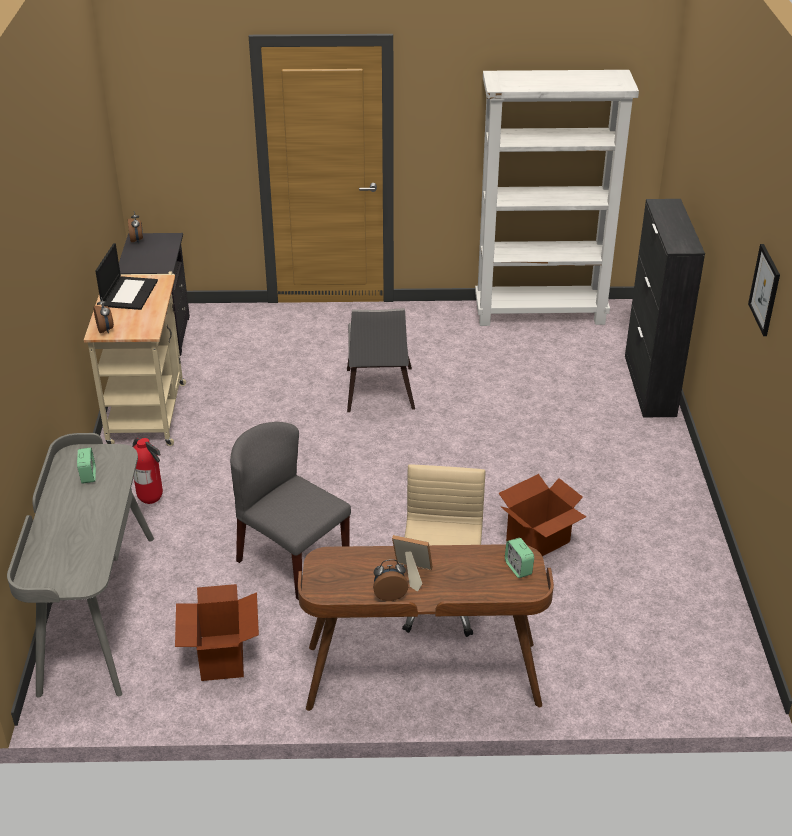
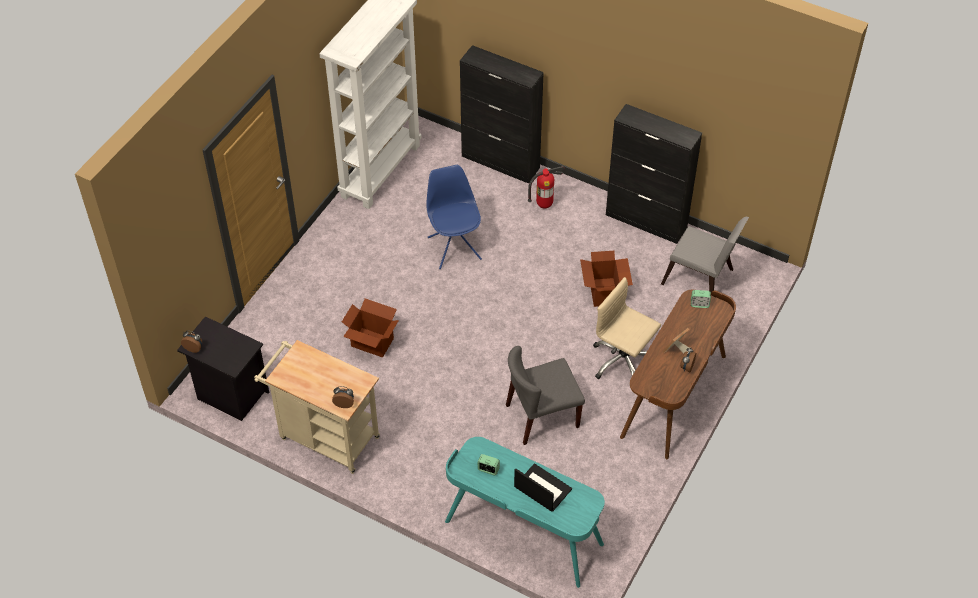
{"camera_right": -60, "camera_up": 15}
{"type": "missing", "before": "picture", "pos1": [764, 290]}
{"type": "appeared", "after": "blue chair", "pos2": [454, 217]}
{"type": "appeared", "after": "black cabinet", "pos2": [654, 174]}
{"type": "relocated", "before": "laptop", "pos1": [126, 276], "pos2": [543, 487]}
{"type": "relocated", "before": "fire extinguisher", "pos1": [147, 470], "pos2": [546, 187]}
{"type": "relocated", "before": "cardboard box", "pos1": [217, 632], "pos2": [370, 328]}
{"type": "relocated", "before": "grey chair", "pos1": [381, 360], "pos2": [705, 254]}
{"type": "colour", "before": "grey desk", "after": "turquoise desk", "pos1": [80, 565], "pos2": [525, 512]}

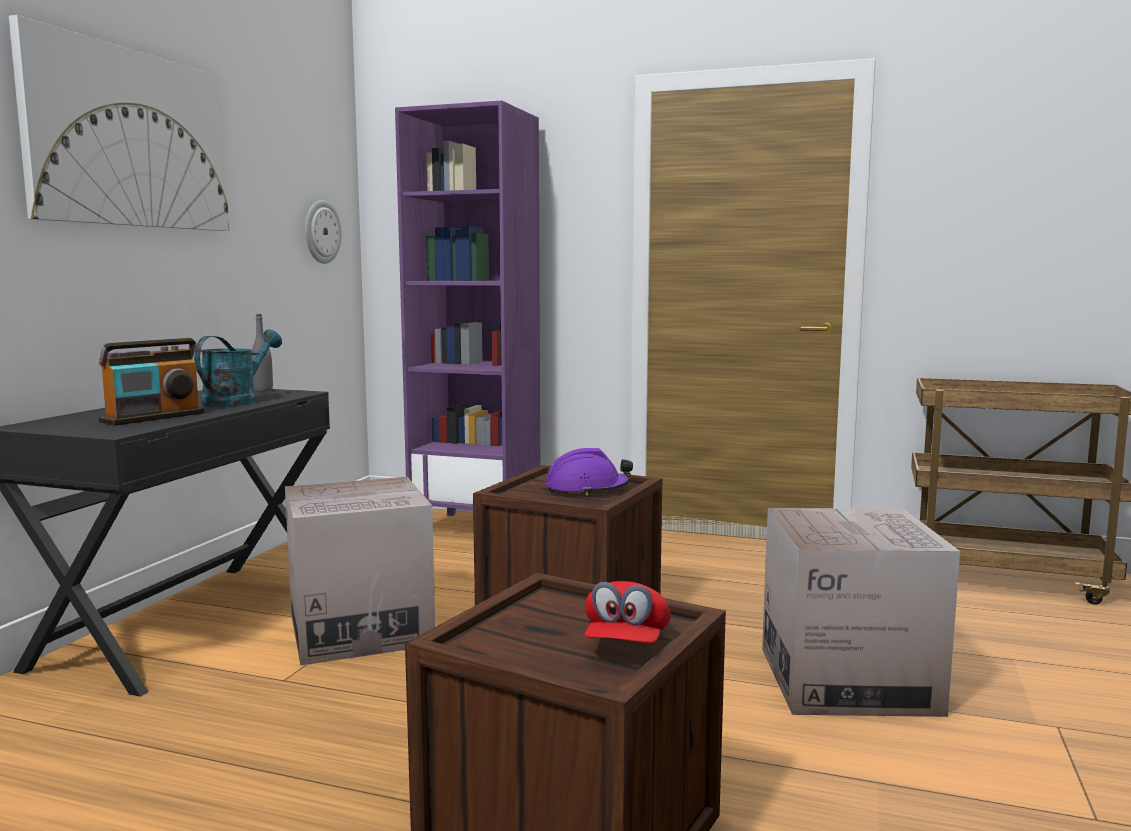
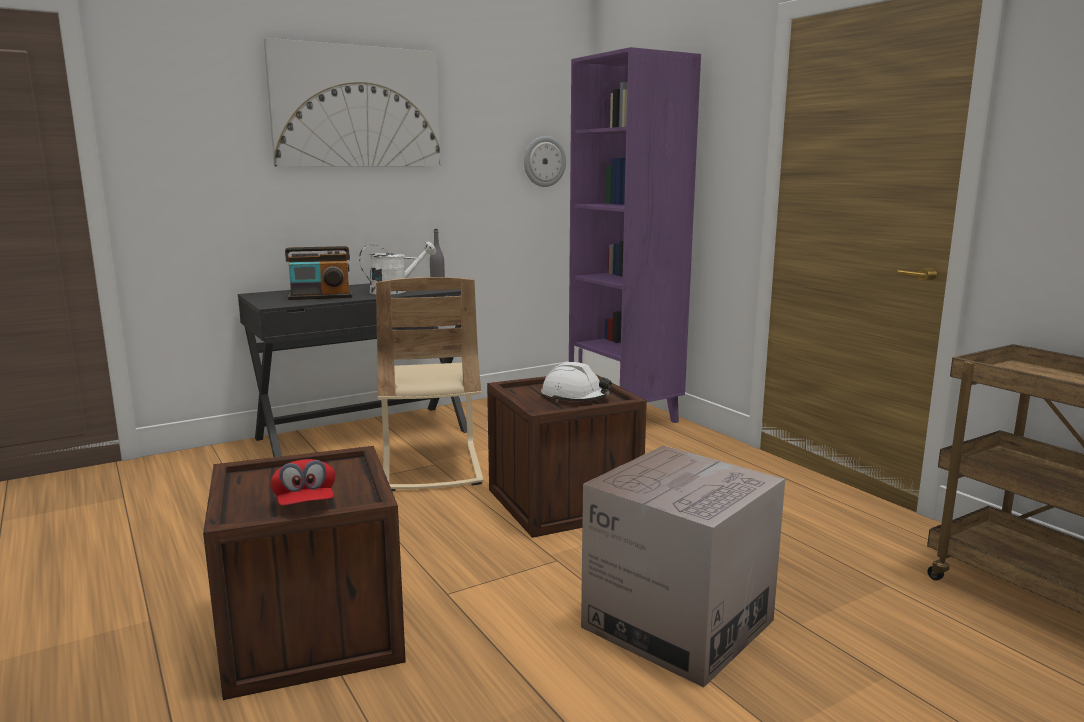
{"camera_right": 40, "camera_up": 5}
{"type": "exchanged", "before": "cardboard box", "after": "beige chair", "pos1": [360, 571], "pos2": [430, 384]}
{"type": "colour", "before": "turquoise watering can", "after": "white watering can", "pos1": [238, 368], "pos2": [397, 267]}
{"type": "colour", "before": "purple hard hat", "after": "white hard hat", "pos1": [589, 472], "pos2": [576, 382]}
{"type": "spun", "before": "red cap", "pos1": [628, 612], "pos2": [302, 482], "turn": -75}

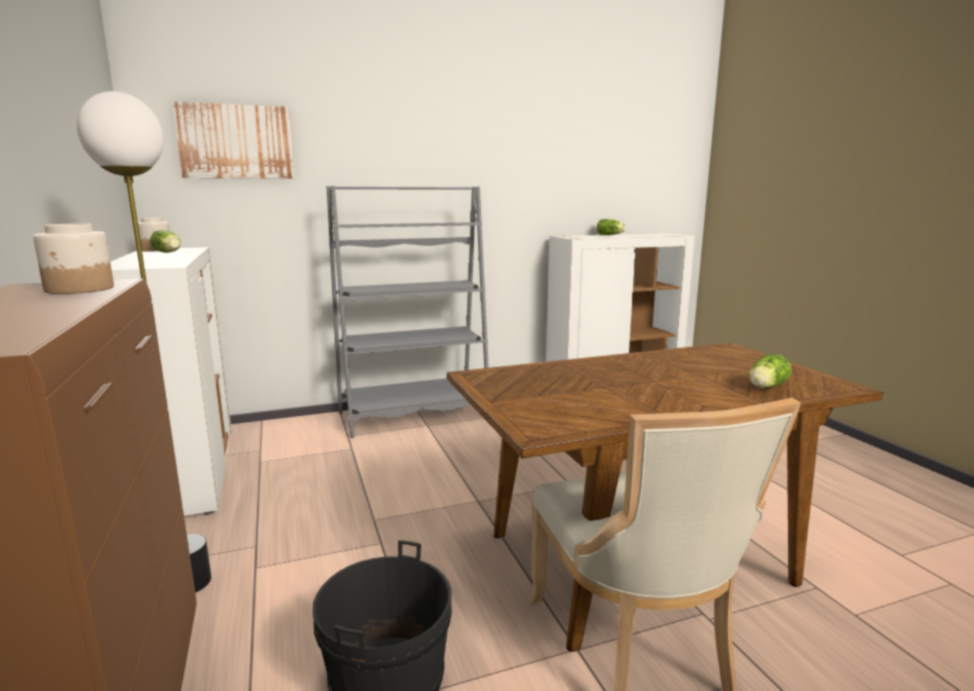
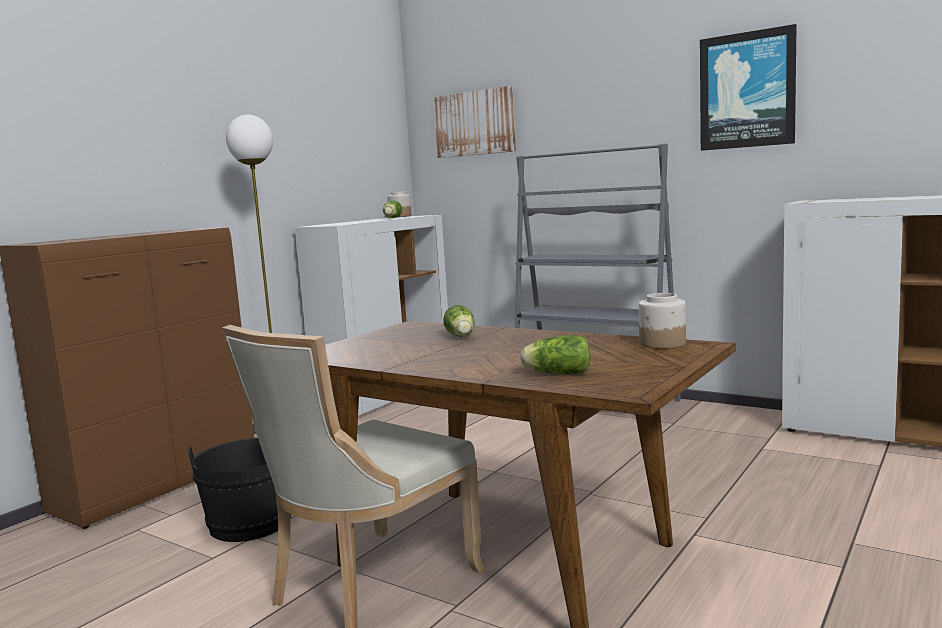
{"camera_right": 55, "camera_up": -5}
{"type": "appeared", "after": "picture", "pos2": [748, 87]}
{"type": "relocated", "before": "jar", "pos1": [73, 258], "pos2": [662, 321]}
{"type": "relocated", "before": "lettuce", "pos1": [611, 227], "pos2": [459, 321]}

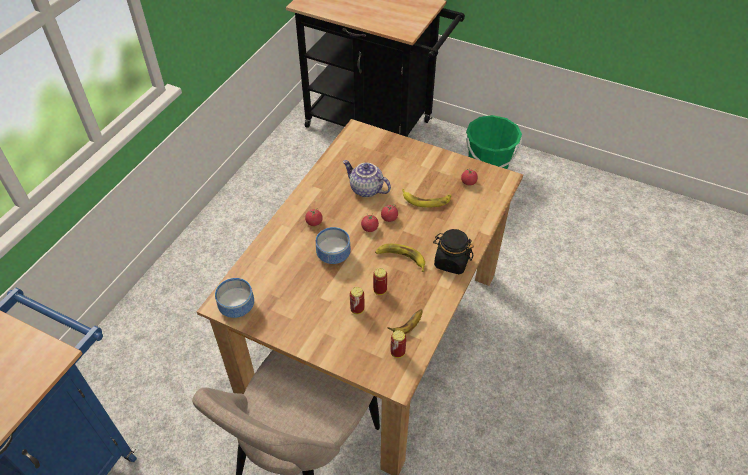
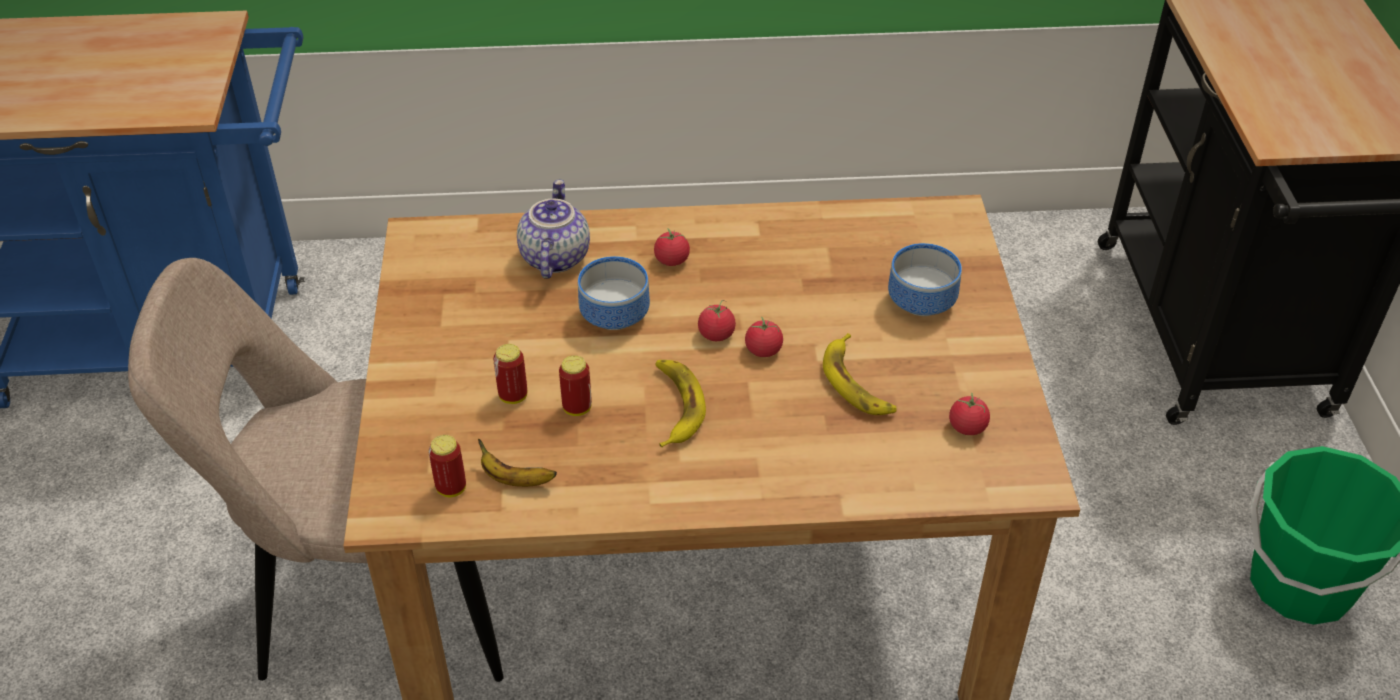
{"camera_right": 60, "camera_up": -5}
{"type": "missing", "before": "black jar", "pos1": [453, 251]}
{"type": "relocated", "before": "bowl", "pos1": [234, 298], "pos2": [925, 279]}
{"type": "relocated", "before": "teapot", "pos1": [367, 178], "pos2": [553, 229]}

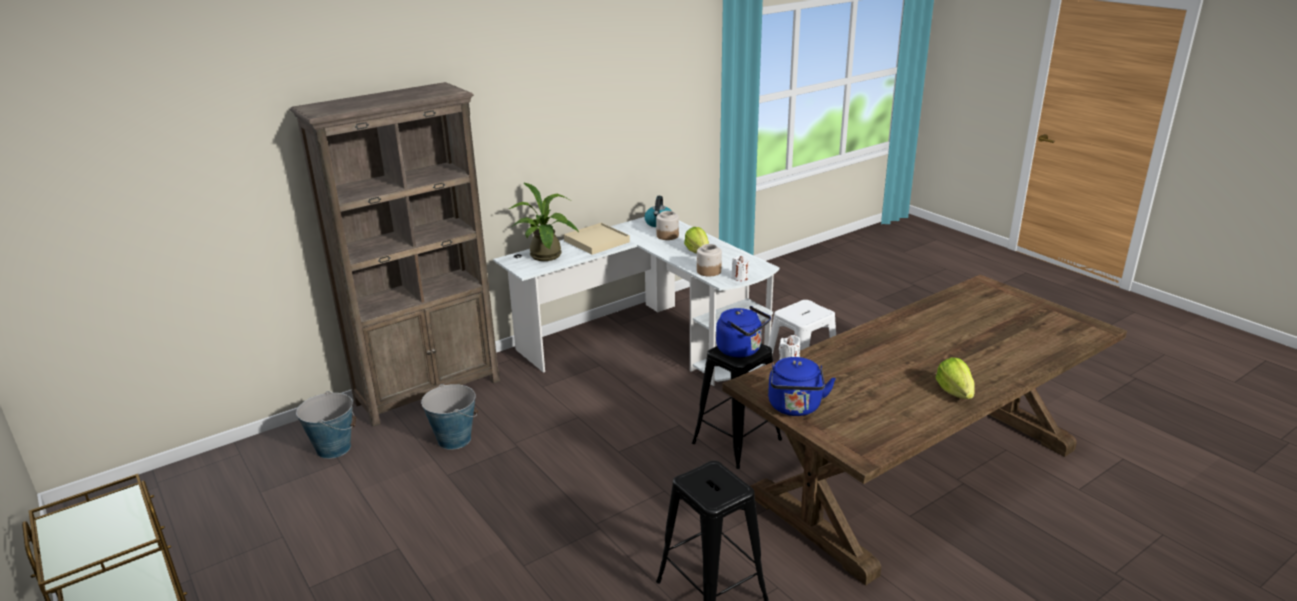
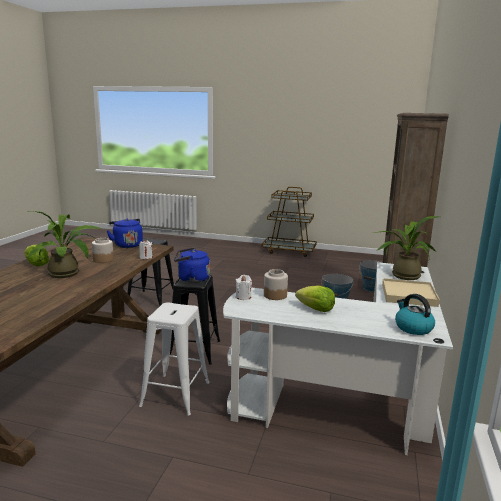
{"camera_right": 140, "camera_up": -10}
{"type": "appeared", "after": "potted plant", "pos2": [64, 244]}
{"type": "relocated", "before": "jar", "pos1": [667, 225], "pos2": [103, 250]}

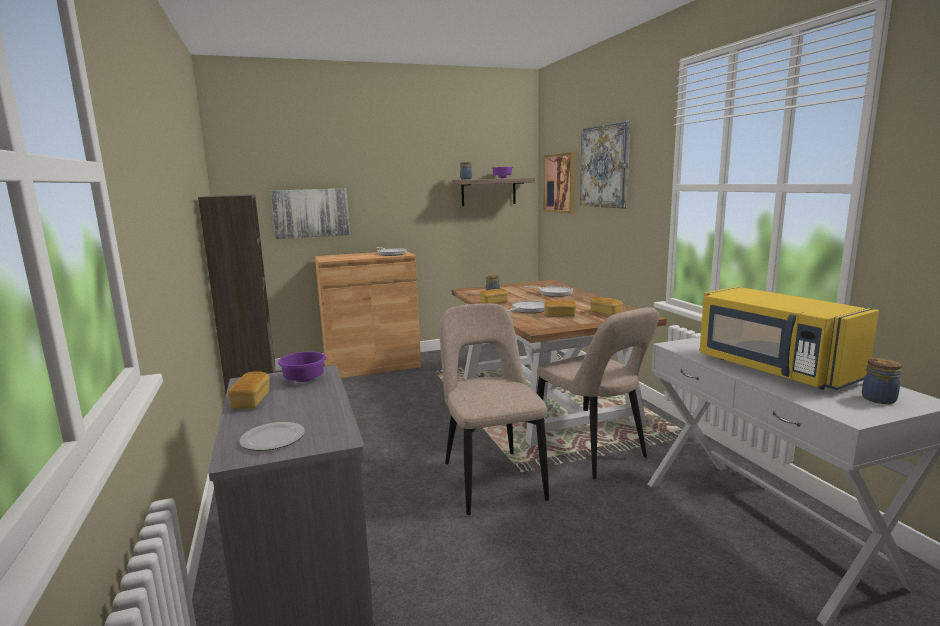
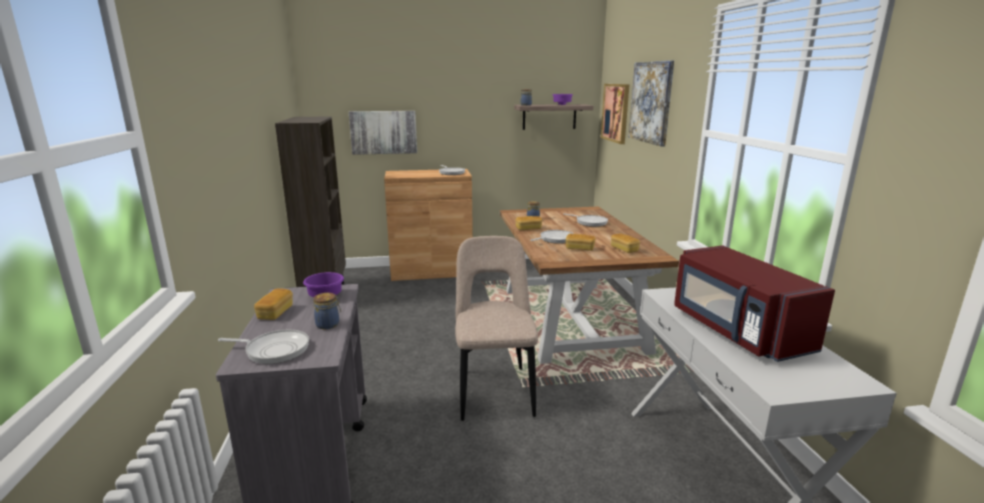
{"camera_right": 10, "camera_up": 5}
{"type": "missing", "before": "beige chair", "pos1": [598, 393]}
{"type": "relocated", "before": "jar", "pos1": [882, 381], "pos2": [327, 311]}
{"type": "exchanged", "before": "plate", "after": "frying pan", "pos1": [272, 436], "pos2": [263, 347]}
{"type": "colour", "before": "yellow microwave", "after": "red microwave", "pos1": [789, 338], "pos2": [754, 303]}

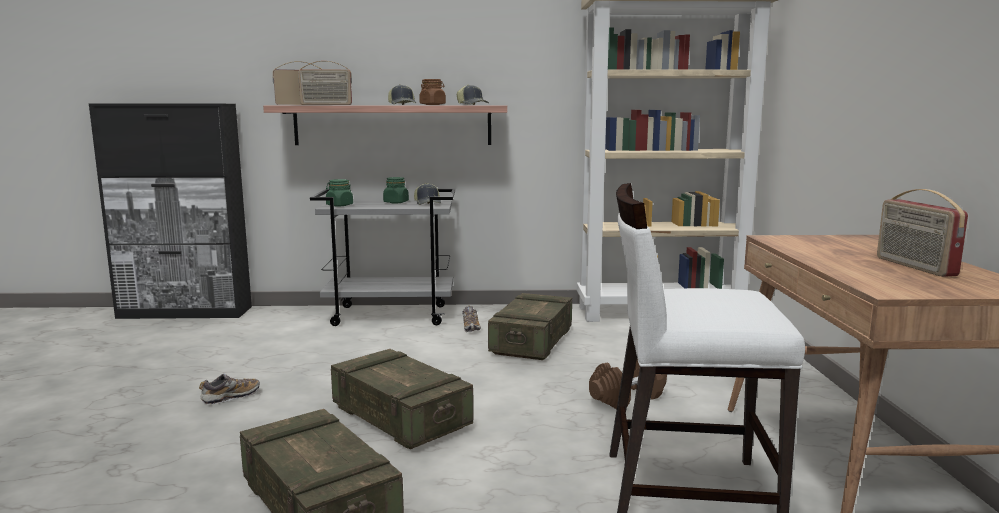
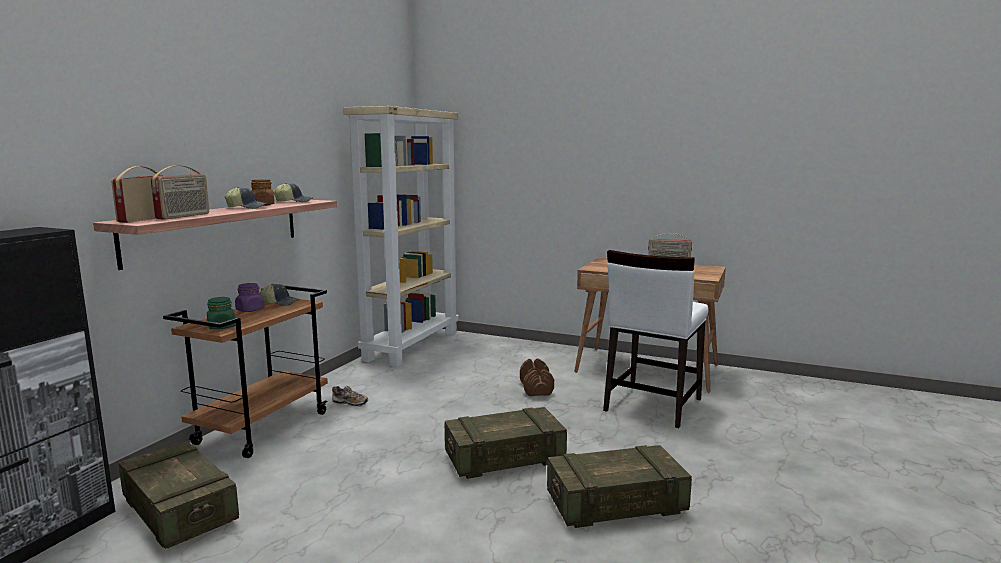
{"camera_right": -65, "camera_up": 0}
{"type": "missing", "before": "shoe", "pos1": [229, 389]}
{"type": "relocated", "before": "crate", "pos1": [530, 326], "pos2": [178, 495]}
{"type": "colour", "before": "grey cart", "after": "brown cart", "pos1": [382, 257], "pos2": [245, 371]}
{"type": "colour", "before": "green jar", "after": "purple jar", "pos1": [396, 190], "pos2": [249, 297]}

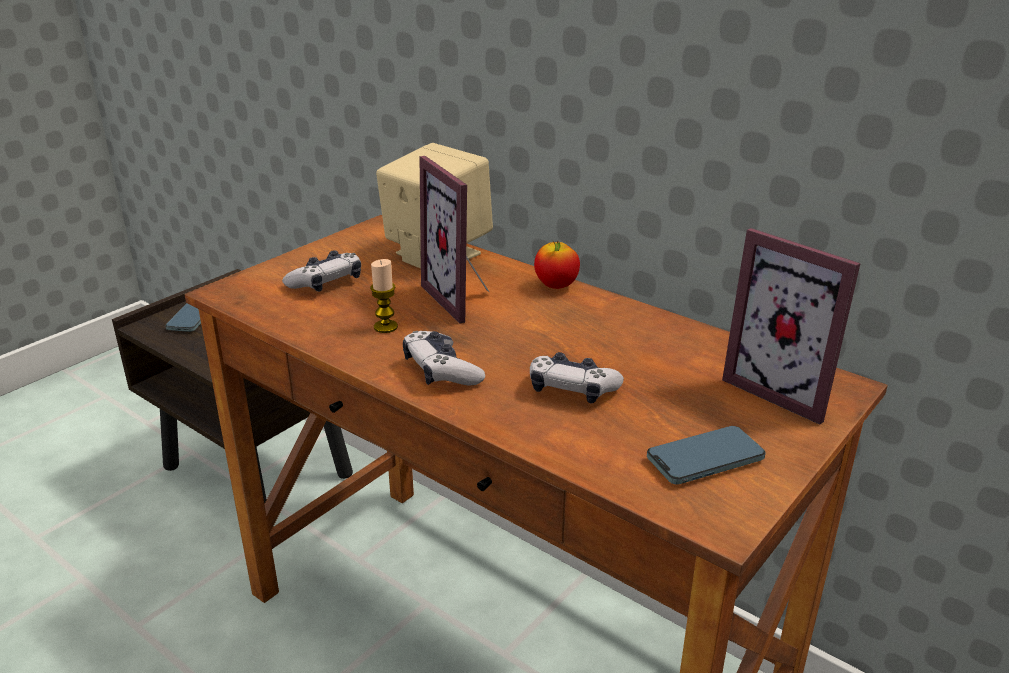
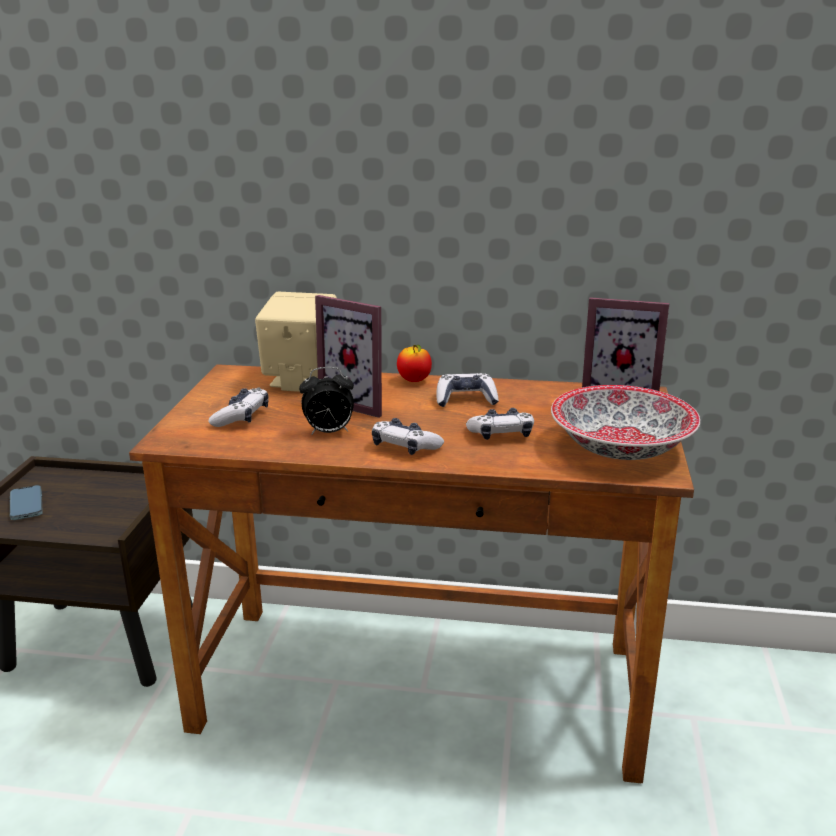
{"camera_right": -30, "camera_up": -5}
{"type": "appeared", "after": "game controller", "pos2": [467, 390]}
{"type": "exchanged", "before": "candle", "after": "alarm clock", "pos1": [384, 296], "pos2": [326, 401]}
{"type": "exchanged", "before": "phone", "after": "bowl", "pos1": [706, 455], "pos2": [625, 422]}

